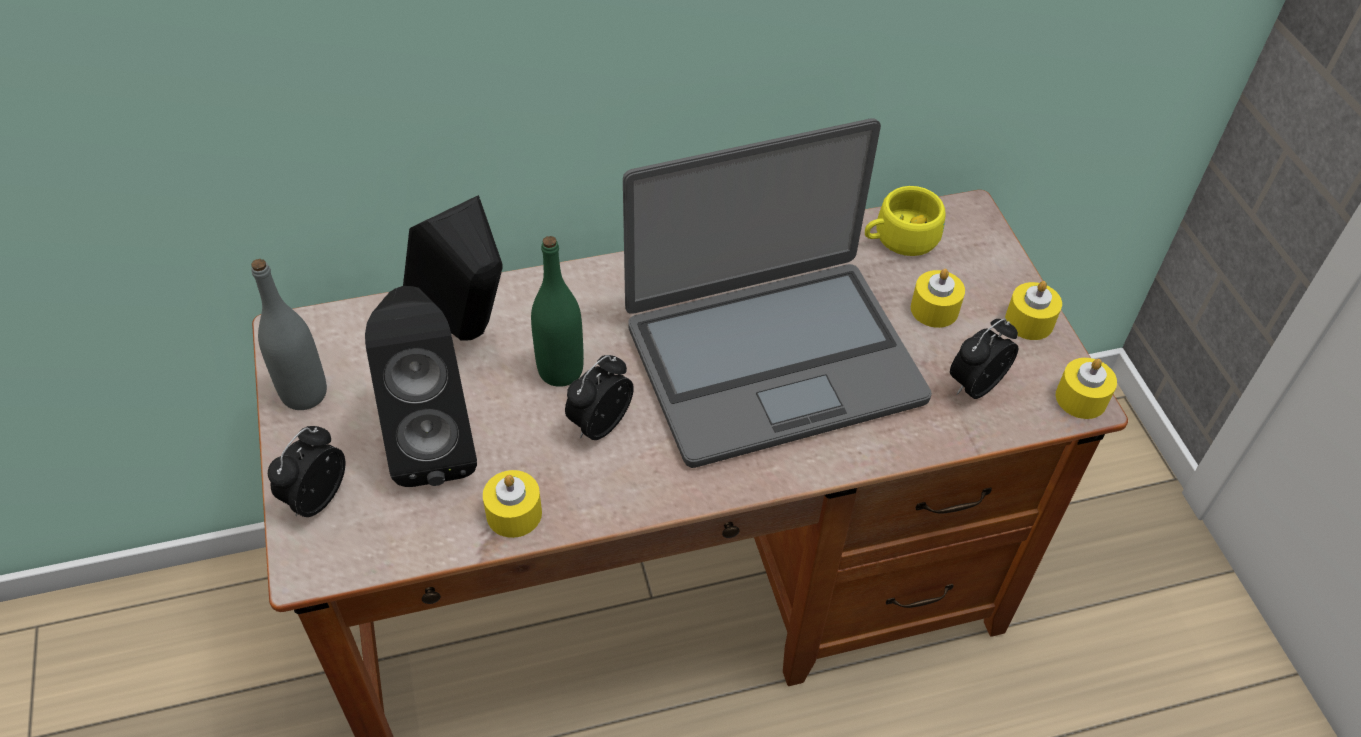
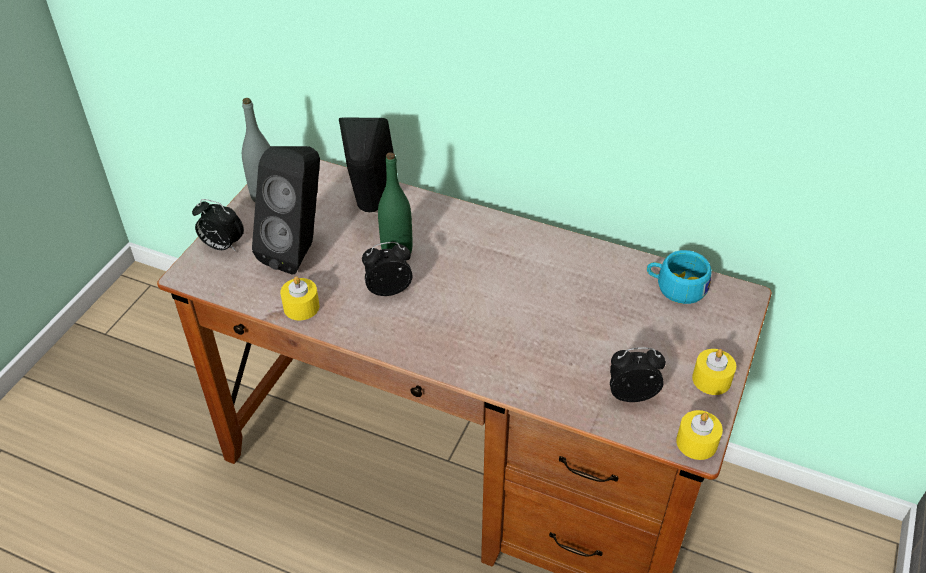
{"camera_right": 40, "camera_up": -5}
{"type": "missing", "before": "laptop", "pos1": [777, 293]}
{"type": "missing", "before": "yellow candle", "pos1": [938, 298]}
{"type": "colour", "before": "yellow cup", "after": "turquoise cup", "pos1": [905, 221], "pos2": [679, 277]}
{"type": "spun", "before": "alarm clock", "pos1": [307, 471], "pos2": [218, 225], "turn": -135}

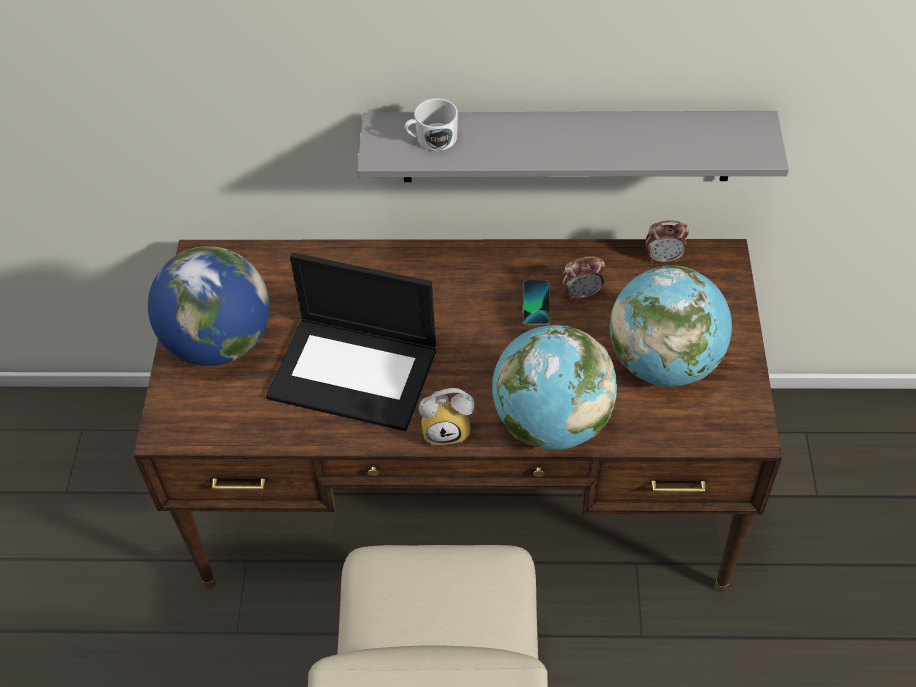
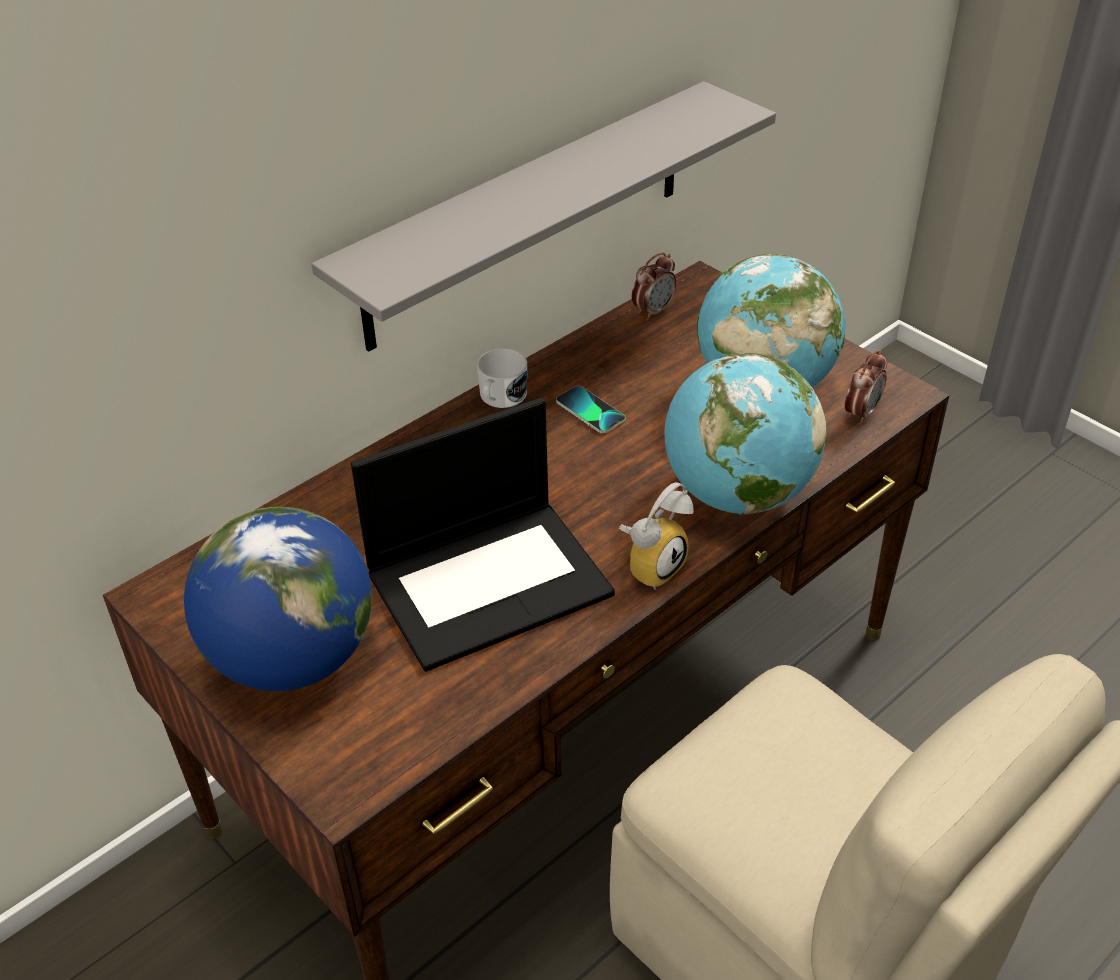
{"camera_right": -45, "camera_up": -10}
{"type": "relocated", "before": "white mug", "pos1": [431, 124], "pos2": [502, 378]}
{"type": "relocated", "before": "alarm clock", "pos1": [583, 278], "pos2": [866, 387]}

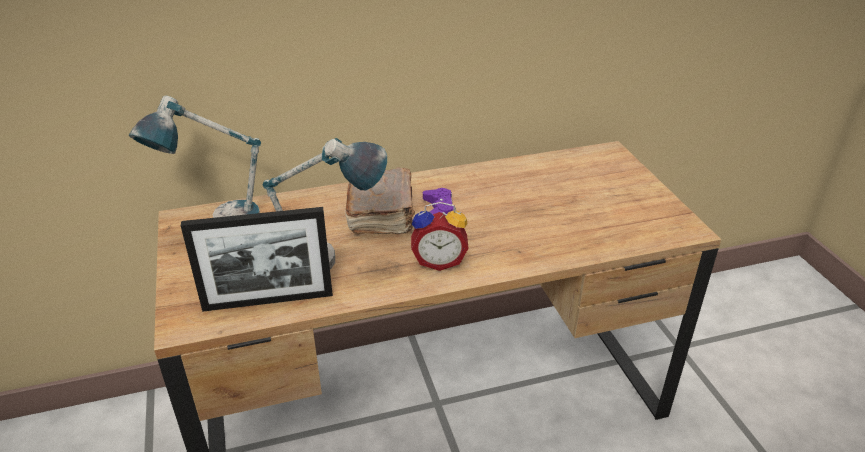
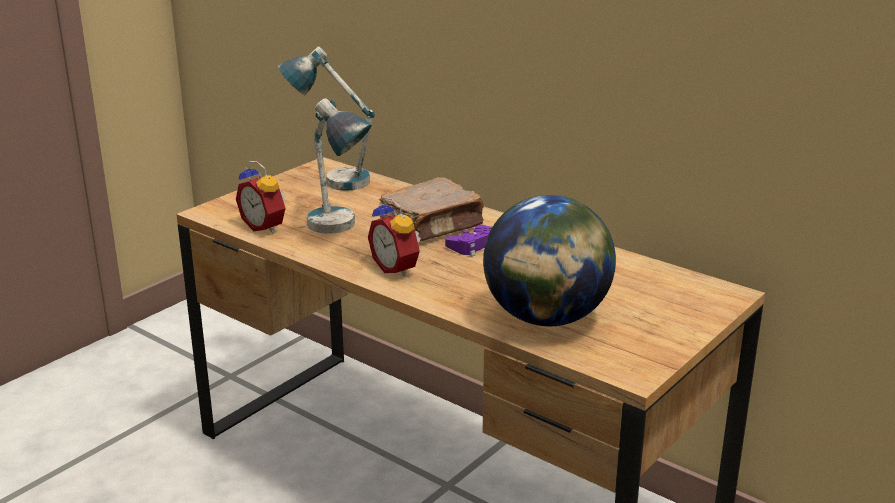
{"camera_right": 55, "camera_up": -10}
{"type": "appeared", "after": "globe", "pos2": [549, 260]}
{"type": "exchanged", "before": "picture frame", "after": "alarm clock", "pos1": [257, 259], "pos2": [261, 197]}

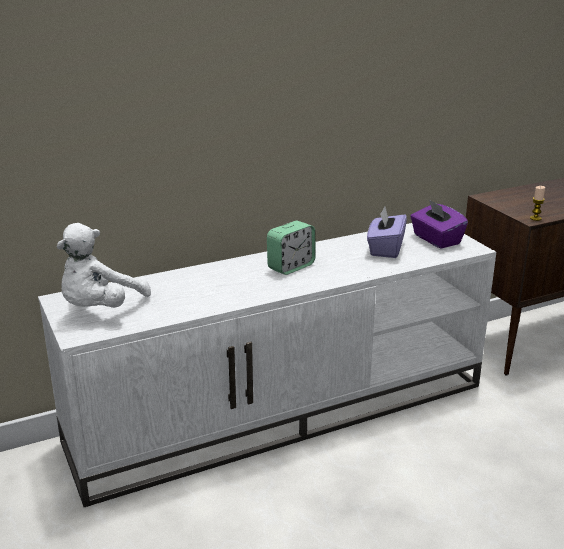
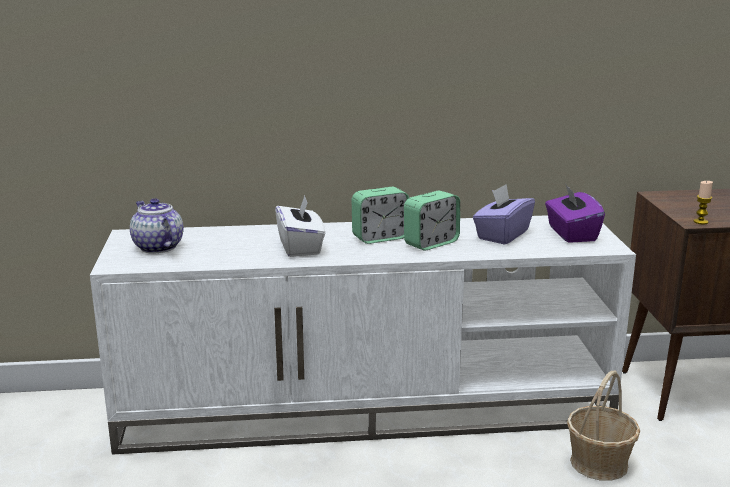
{"camera_right": 20, "camera_up": -5}
{"type": "appeared", "after": "white tissue box", "pos2": [300, 226]}
{"type": "appeared", "after": "alarm clock", "pos2": [432, 220]}
{"type": "appeared", "after": "basket", "pos2": [603, 425]}
{"type": "exchanged", "before": "white plush toy", "after": "teapot", "pos1": [103, 265], "pos2": [157, 226]}

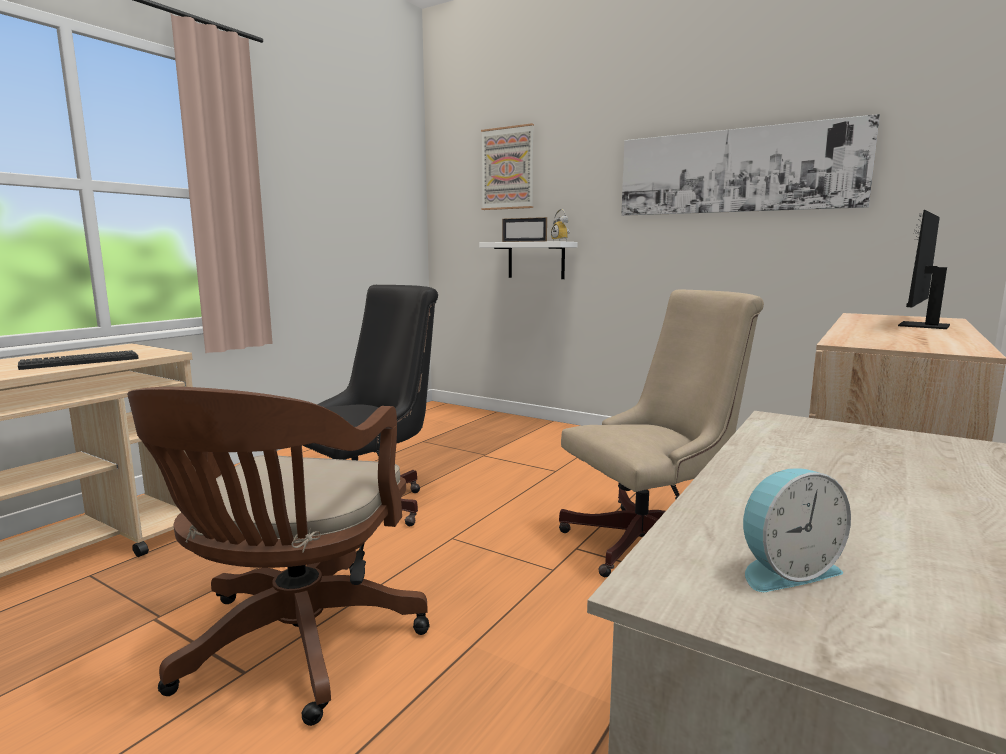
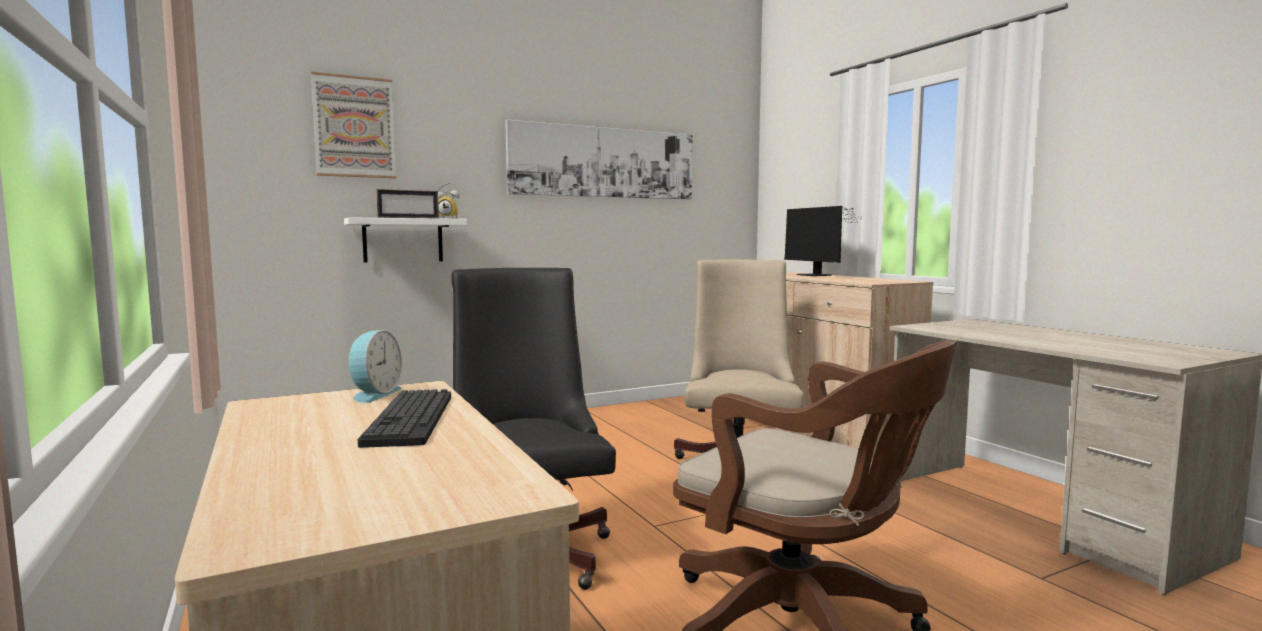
{"camera_right": -60, "camera_up": -5}
{"type": "relocated", "before": "alarm clock", "pos1": [797, 530], "pos2": [375, 366]}

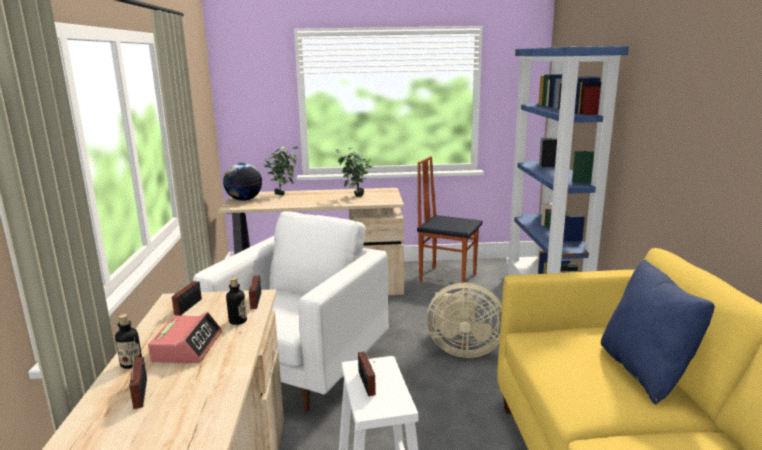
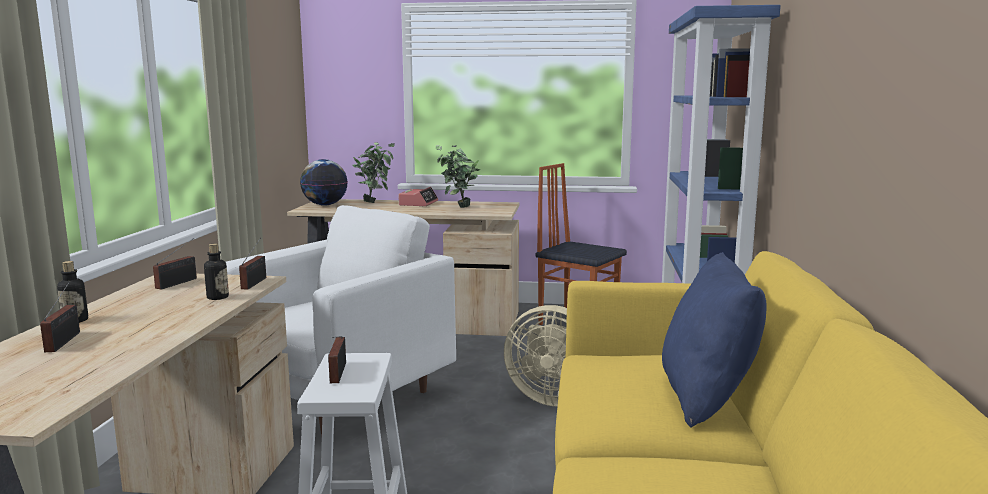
{"camera_right": 10, "camera_up": -5}
{"type": "relocated", "before": "alarm clock", "pos1": [185, 337], "pos2": [418, 196]}

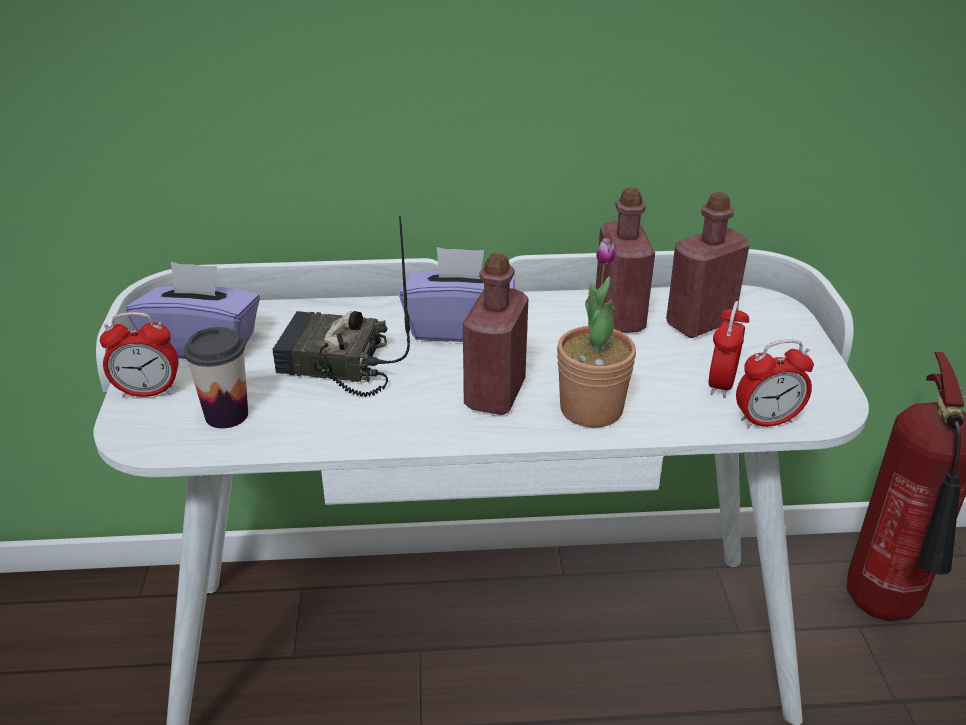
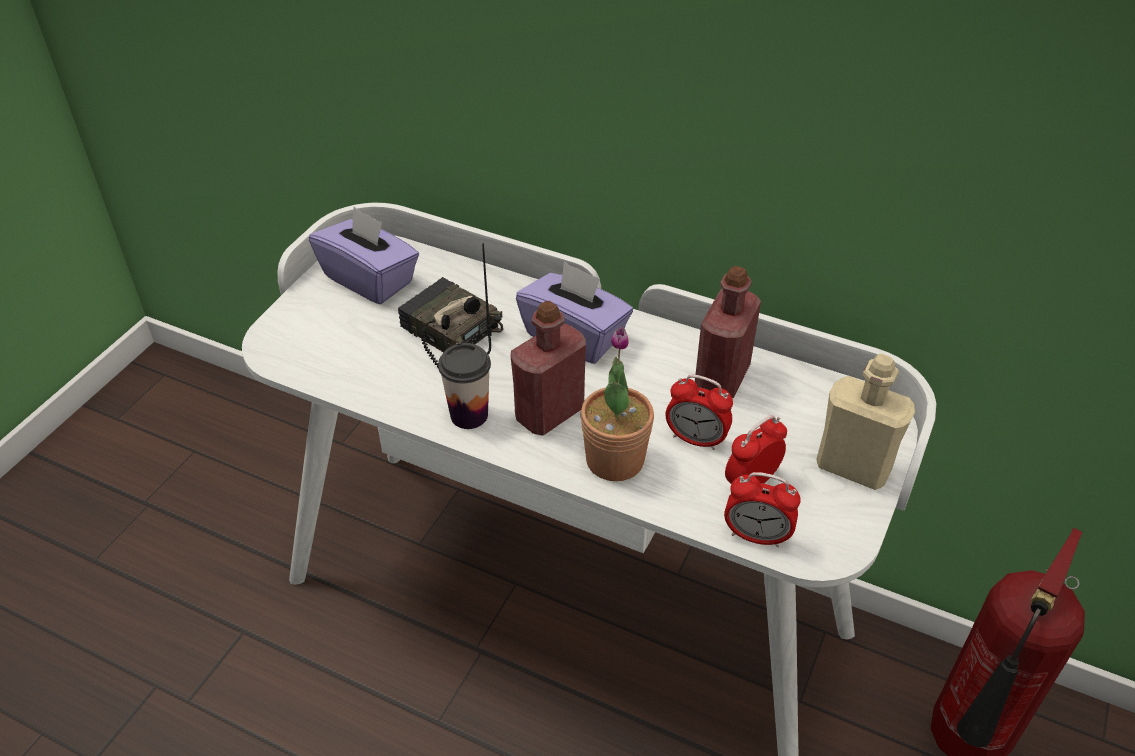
{"camera_right": 30, "camera_up": 10}
{"type": "missing", "before": "red bottle", "pos1": [707, 265]}
{"type": "appeared", "after": "beige bottle", "pos2": [866, 421]}
{"type": "relocated", "before": "alarm clock", "pos1": [139, 355], "pos2": [699, 412]}
{"type": "relocated", "before": "cup", "pos1": [216, 377], "pos2": [464, 386]}

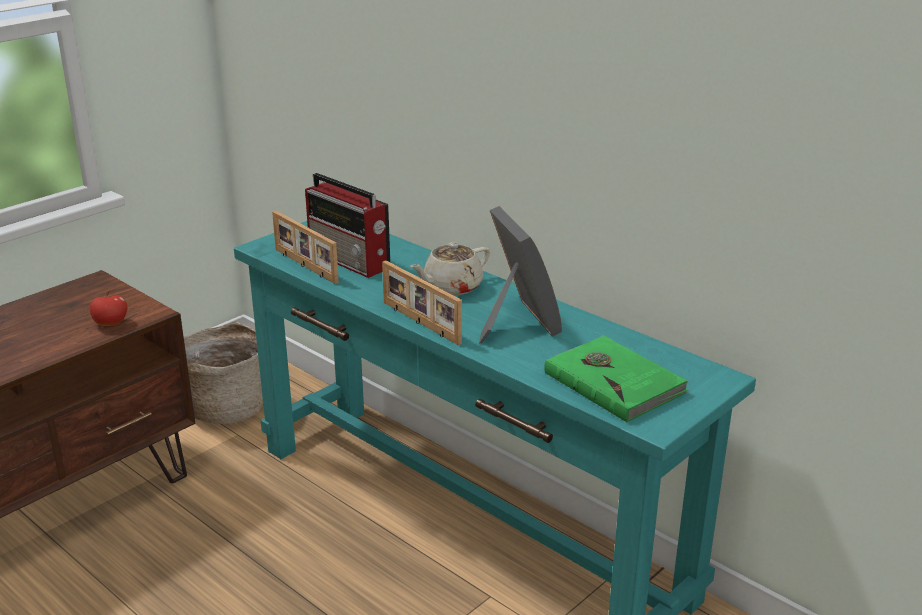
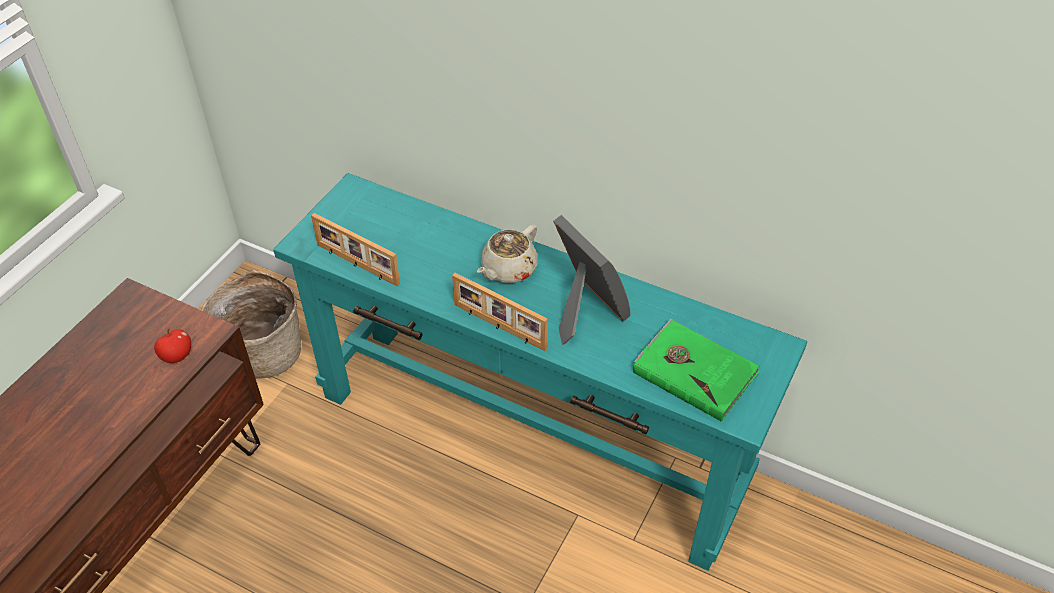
{"camera_right": -15, "camera_up": 20}
{"type": "missing", "before": "radio", "pos1": [347, 225]}

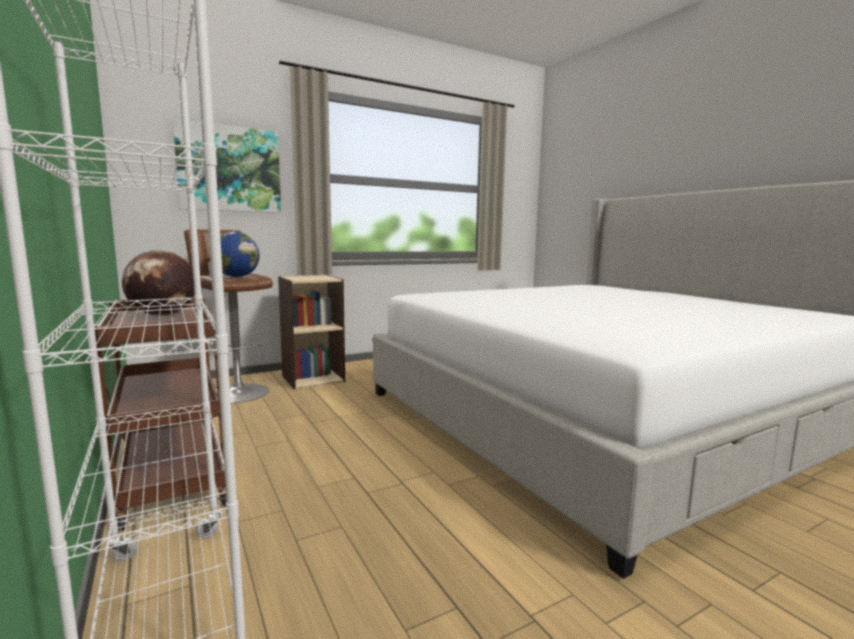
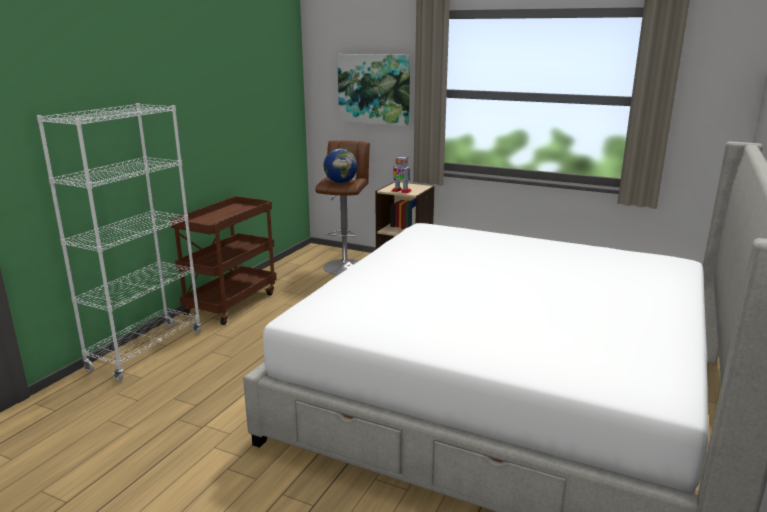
{"camera_right": 55, "camera_up": 10}
{"type": "missing", "before": "globe", "pos1": [158, 283]}
{"type": "appeared", "after": "toy robot", "pos2": [402, 174]}

